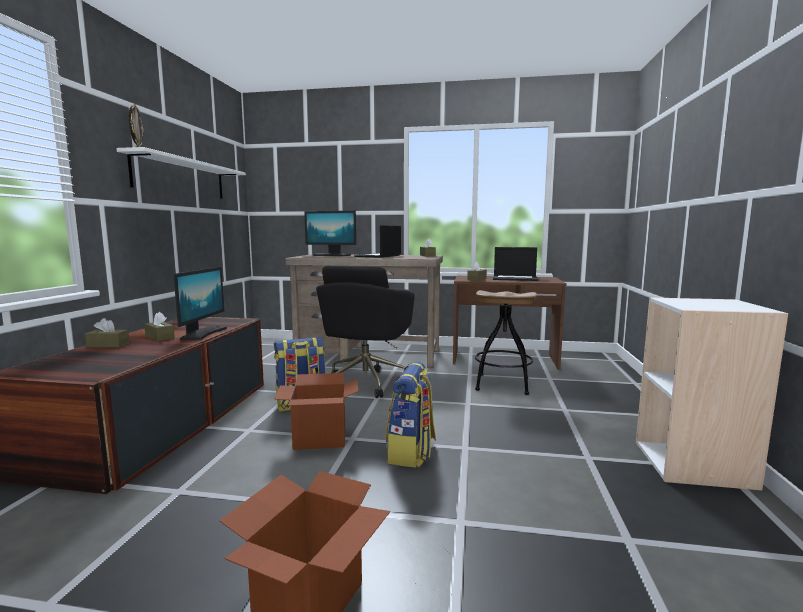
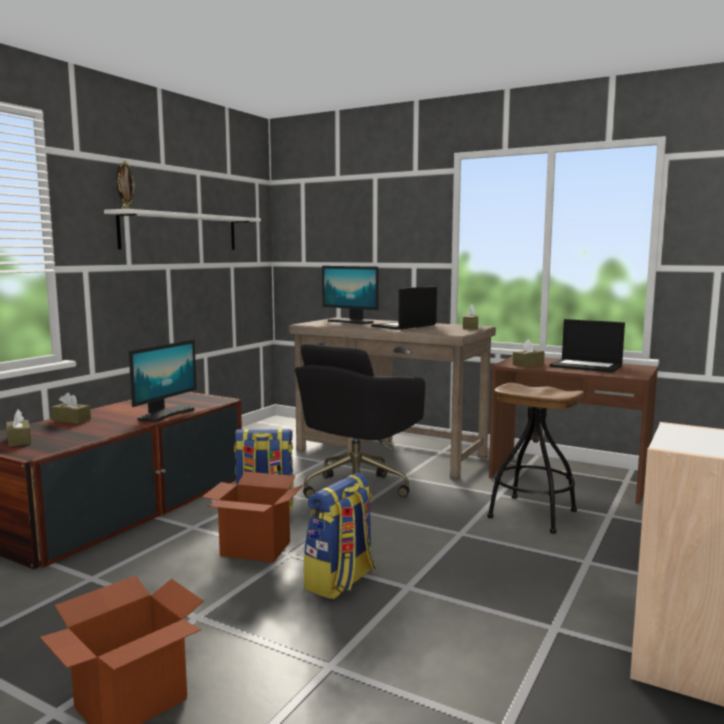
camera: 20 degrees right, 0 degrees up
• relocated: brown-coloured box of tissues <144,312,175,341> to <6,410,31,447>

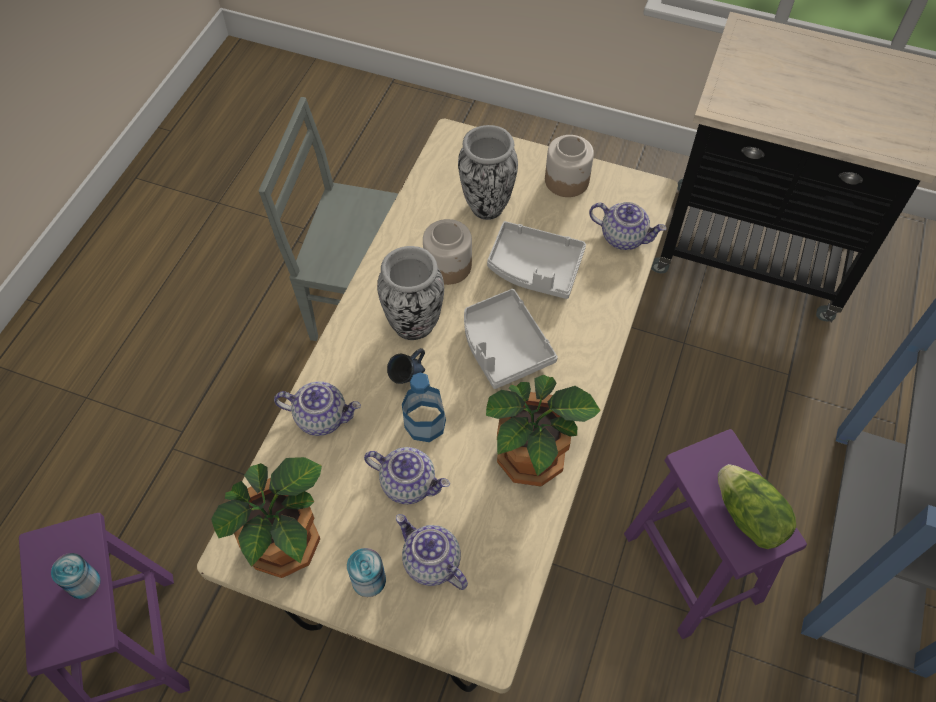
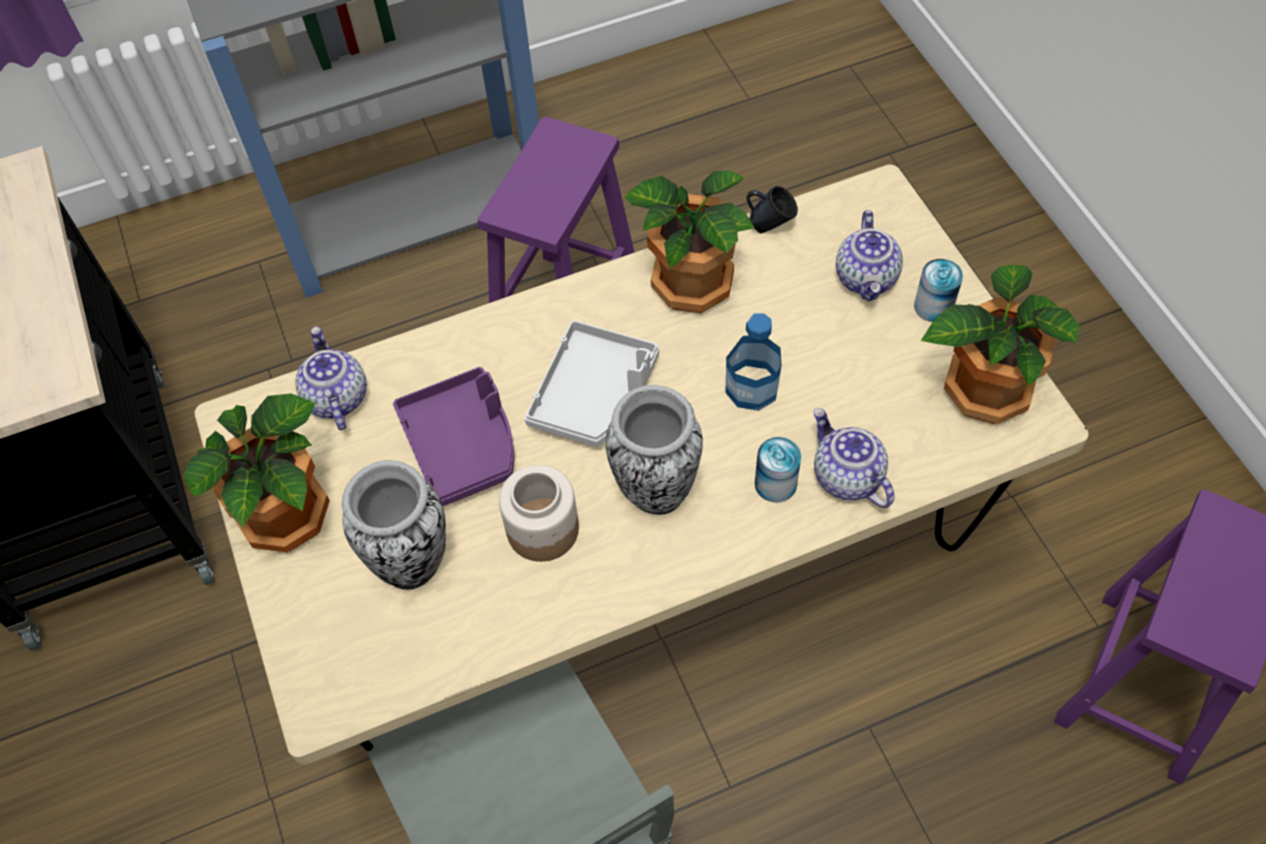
camera: 130 degrees left, 0 degrees up
• missing: teapot <364,447,450,504>
• missing: lettuce <718,464,796,549>
• relocated: can <51,553,101,599> to <755,437,801,503>
• relocated: bluish mug <387,348,425,384> to <746,186,798,233>
• exchanged: preserve jar <545,135,594,197> to potted plant <183,394,330,552>
• colour: gray carrying tray <487,221,586,299> to purple carrying tray <393,367,514,506>

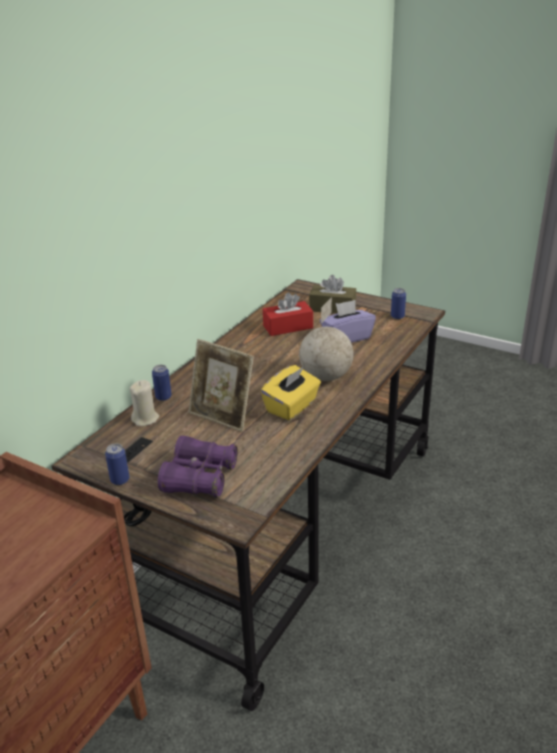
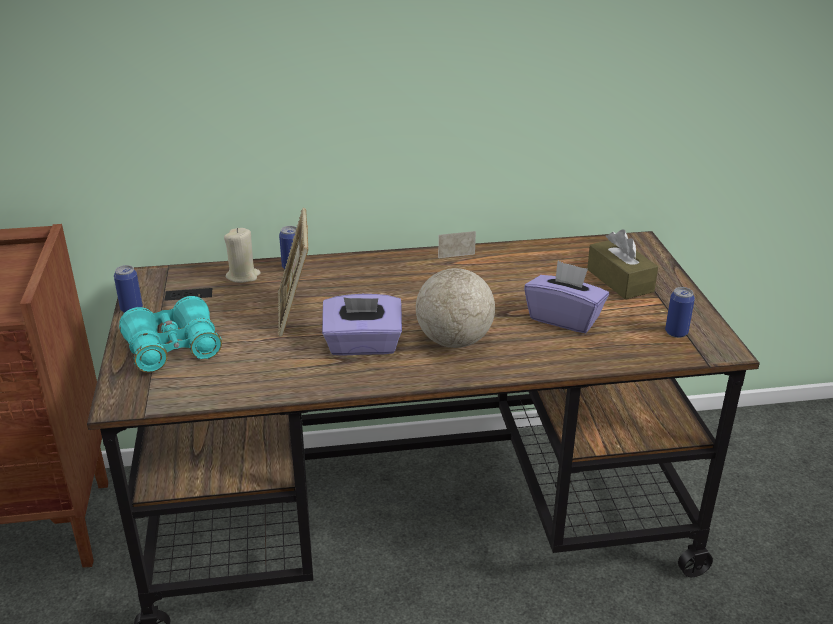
camera: 50 degrees right, 0 degrees up
• missing: reddish box of tissues <263,293,313,336>
• colour: purple binoculars <158,436,238,498> to blue-green binoculars <119,296,222,372>
• colour: yellow box of tissues <261,365,321,420> to purple box of tissues <322,294,402,356>

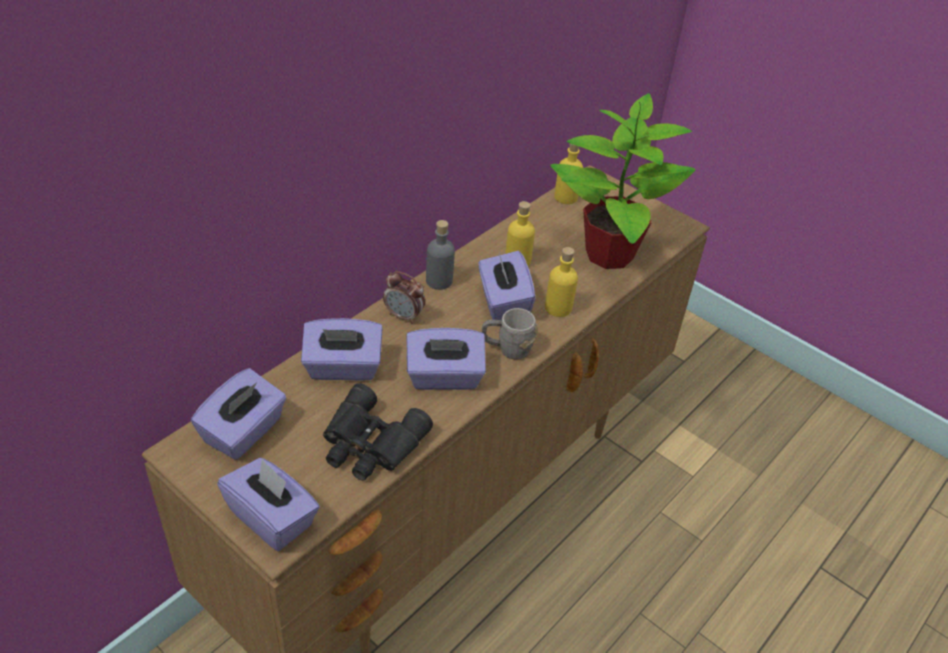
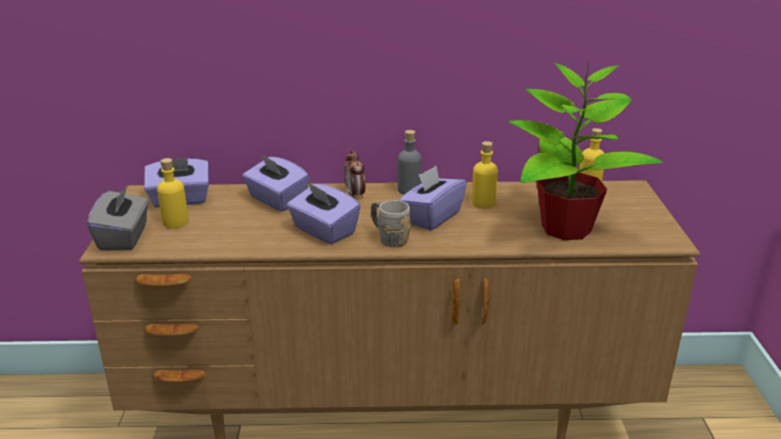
camera: 50 degrees right, 15 degrees down
• missing: black binoculars <323,383,433,481>
• relocated: yellow bottle <545,247,578,317> to <157,158,189,229>
• colour: purple box of tissues <217,458,320,551> to gray box of tissues <87,184,149,251>

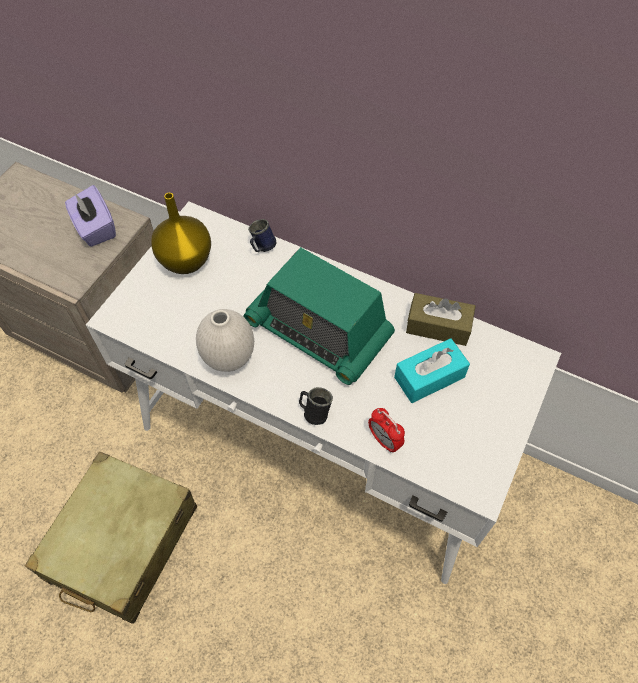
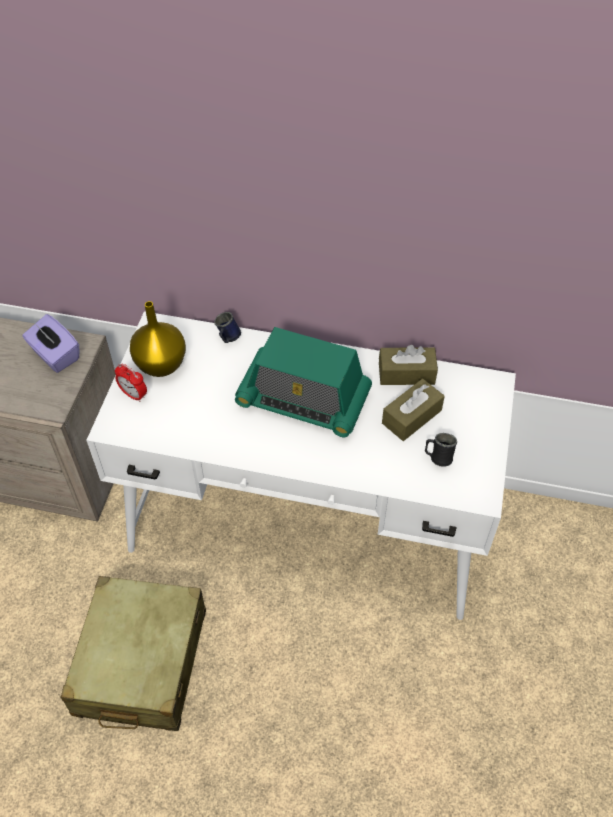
camera: 15 degrees left, 5 degrees down
• missing: white-coloured decorative vase <196,309,254,372>
• relocated: black mug <299,387,333,425> to <425,433,457,467>
• relocated: table clock <368,408,405,453> to <115,364,147,402>
• colour: blue-green box of tissues <394,338,470,403> to brown-coloured box of tissues <382,379,445,441>

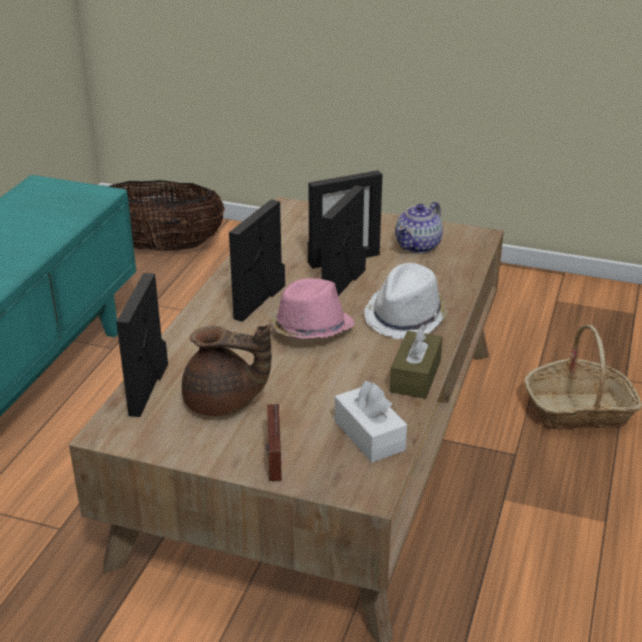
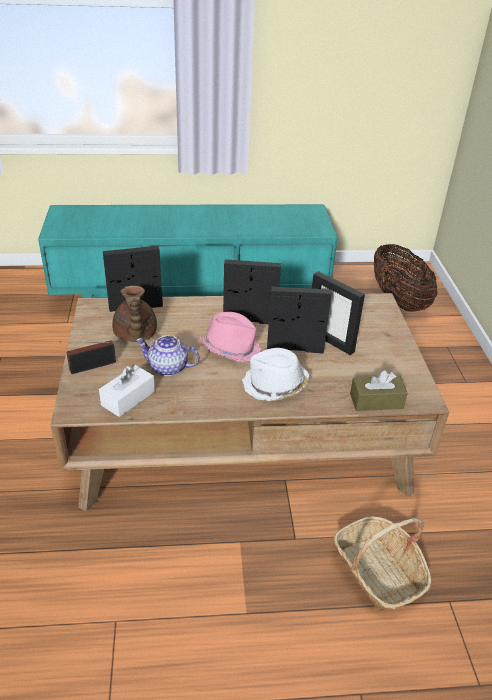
camera: 65 degrees right, 5 degrees up
• relocated: brown-coloured box of tissues <390,325,443,399> to <350,370,408,411>
• relocated: teapot <395,202,443,253> to <136,336,200,376>

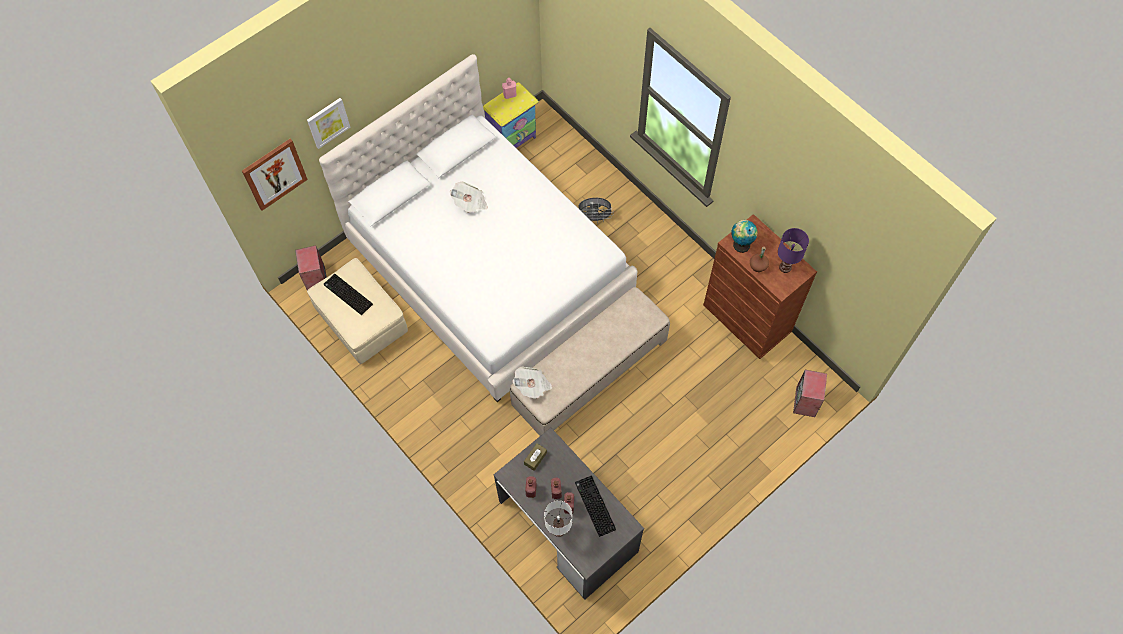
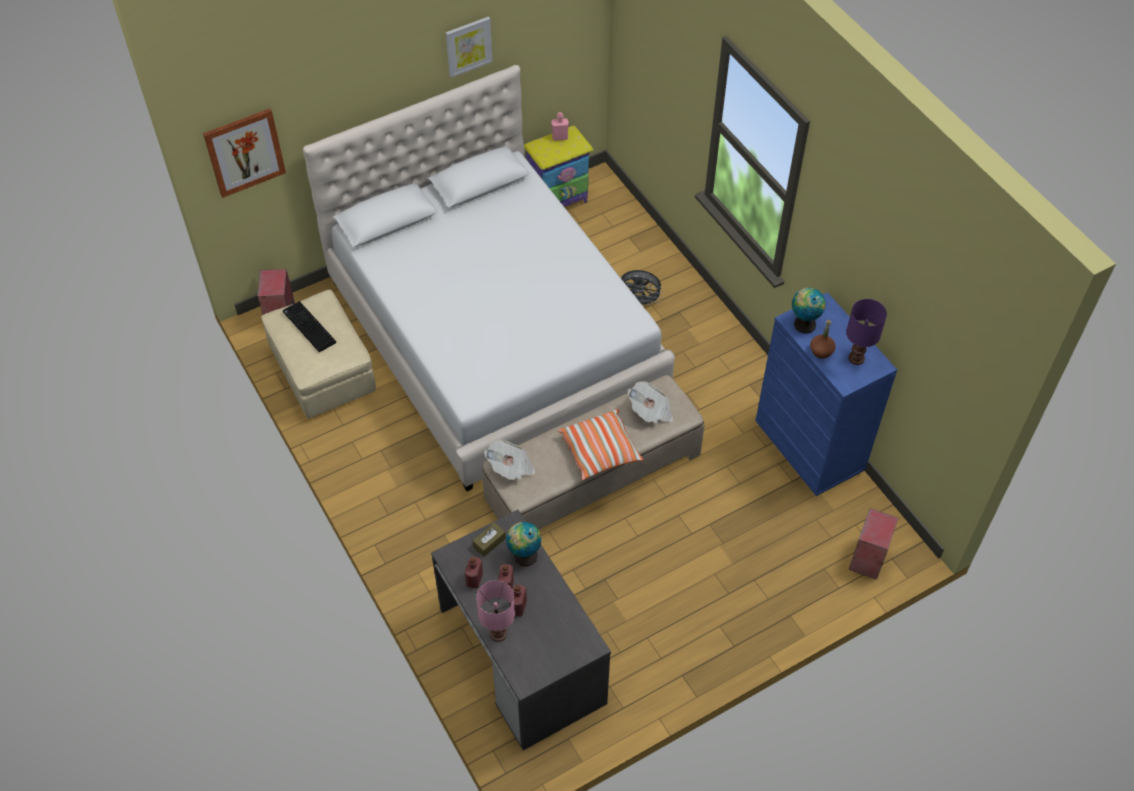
camera: 10 degrees right, 10 degrees down
• missing: computer keyboard <575,476,616,537>
• appeared: world globe <506,522,541,566>
• appeared: cushion <558,409,643,480>
• relocated: wall art <307,98,350,149> to <446,17,493,78>
• relocated: newspaper <450,182,488,213> to <628,381,673,424>
• colour: white-coloured table lamp <544,500,572,537> to pink-coloured table lamp <476,580,515,642>
• colour: brown-coloured dresser <703,214,817,359> to bluish dresser <755,292,897,496>

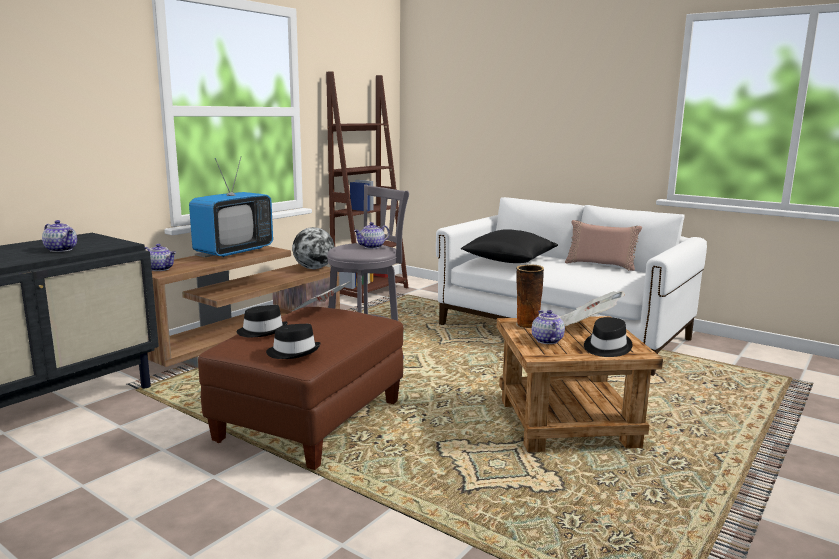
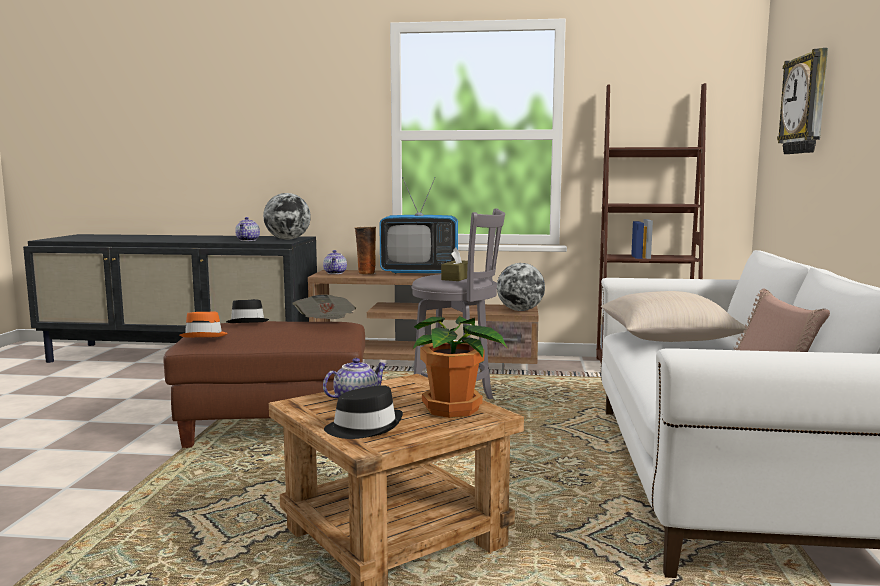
camera: 60 degrees right, 5 degrees down
• appeared: world globe <263,193,311,240>
• appeared: wall clock <777,48,828,154>
• relocated: decorative vase <516,264,544,329> to <355,227,376,275>
• exchanged: teapot <354,222,390,249> to brown-coloured box of tissues <441,248,468,281>
• exchanged: newspaper <559,291,625,326> to potted plant <412,316,508,418>
• colour: black wearable hat <266,324,321,359> to orange wearable hat <180,311,228,337>
• colour: black cushion <461,229,558,263> to beige cushion <601,291,746,342>

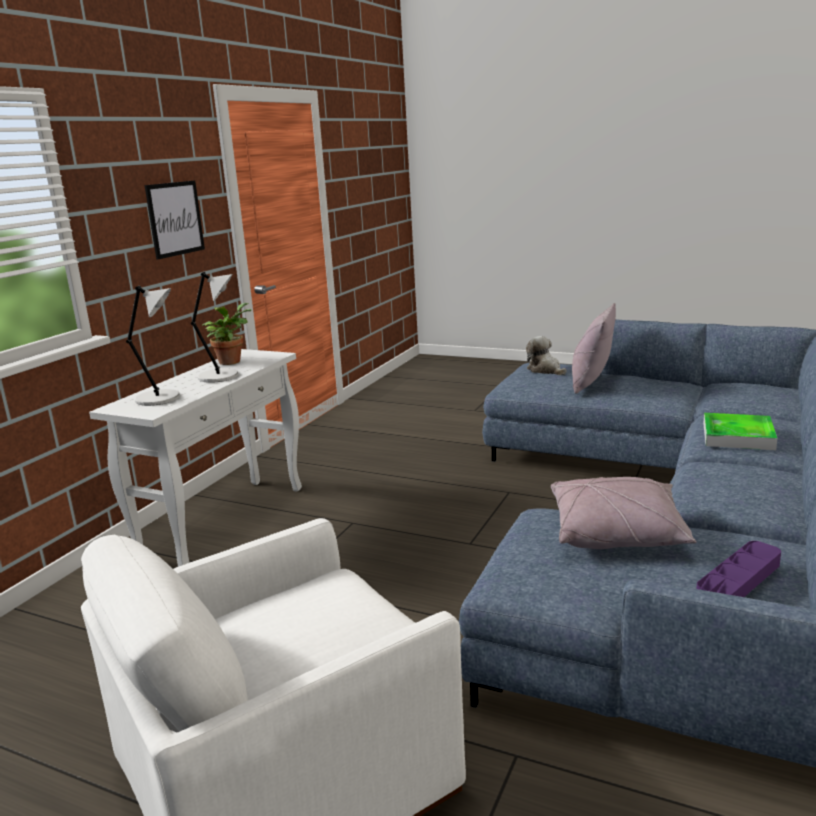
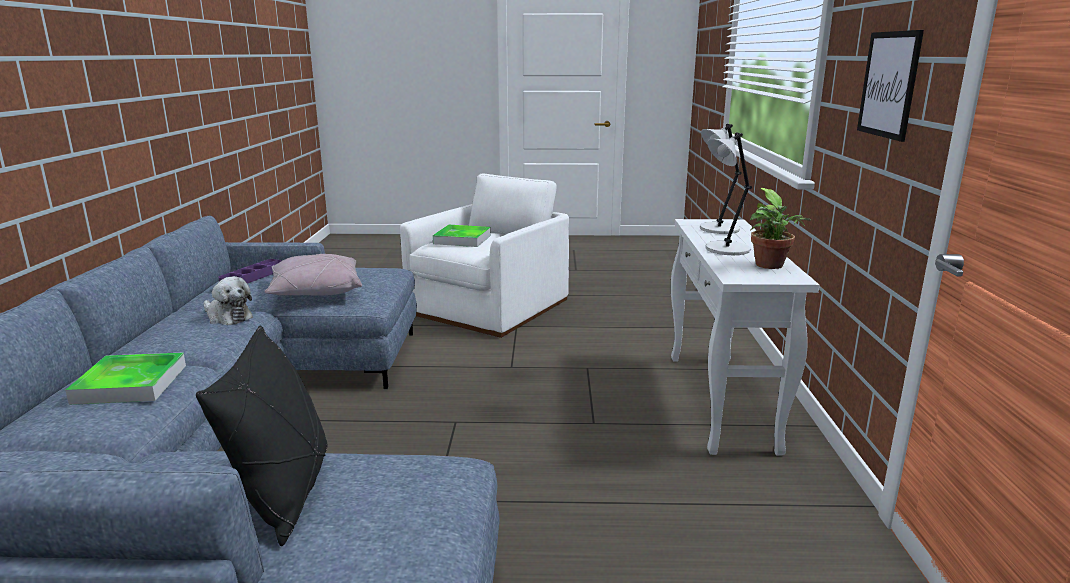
camera: 155 degrees right, 0 degrees up
• appeared: carrying tray <433,225,491,247>
• relocated: soft toy <526,336,566,375> to <204,276,253,325>
• colour: purple cushion <572,303,616,394> to black cushion <196,325,327,546>

